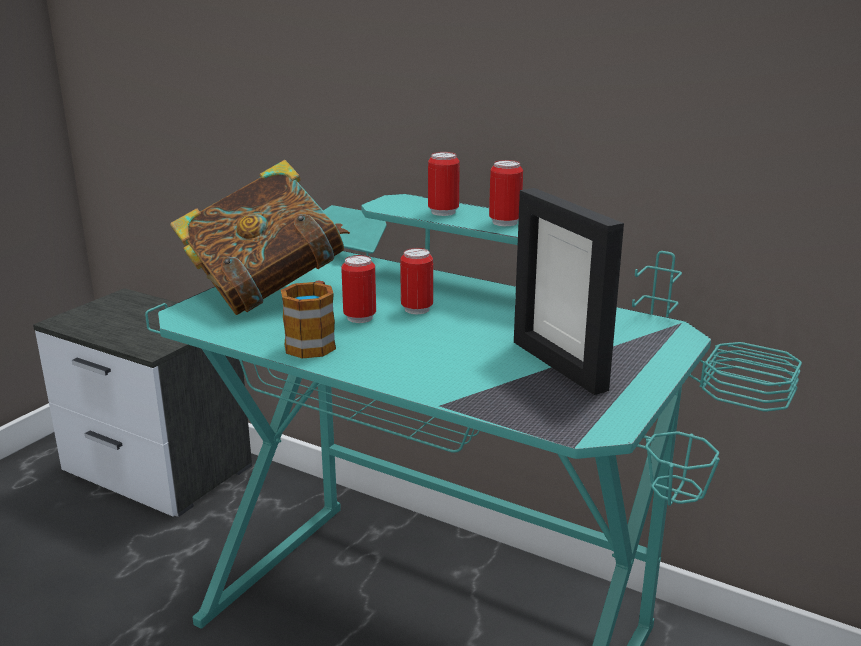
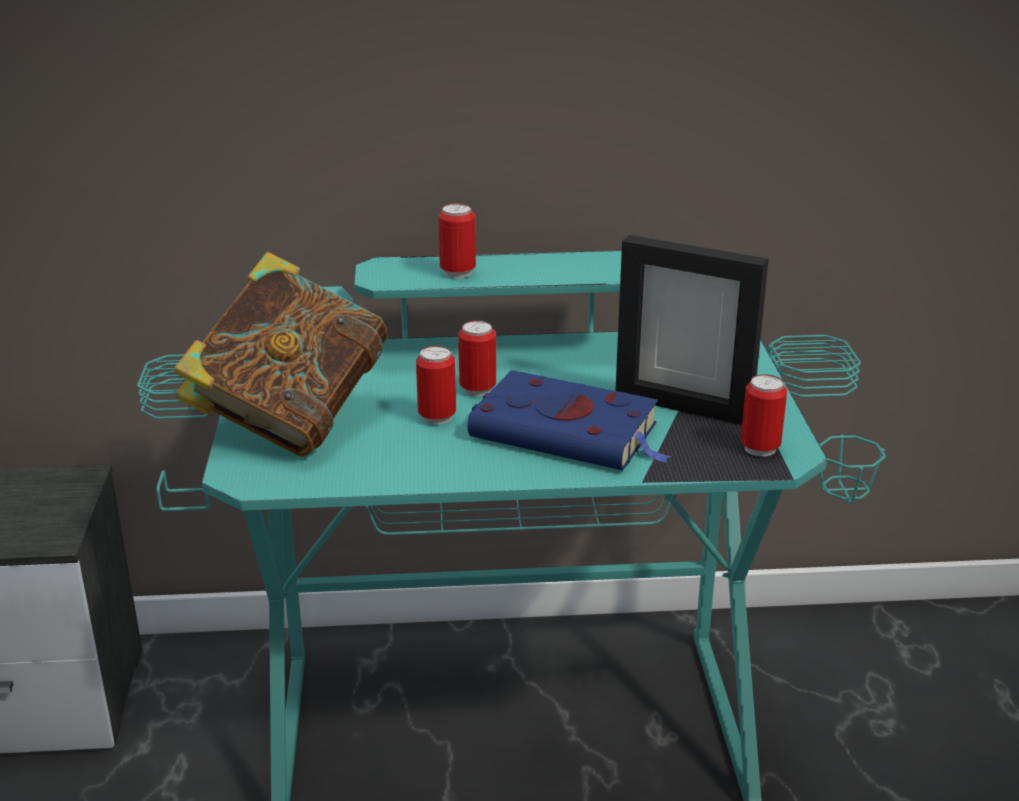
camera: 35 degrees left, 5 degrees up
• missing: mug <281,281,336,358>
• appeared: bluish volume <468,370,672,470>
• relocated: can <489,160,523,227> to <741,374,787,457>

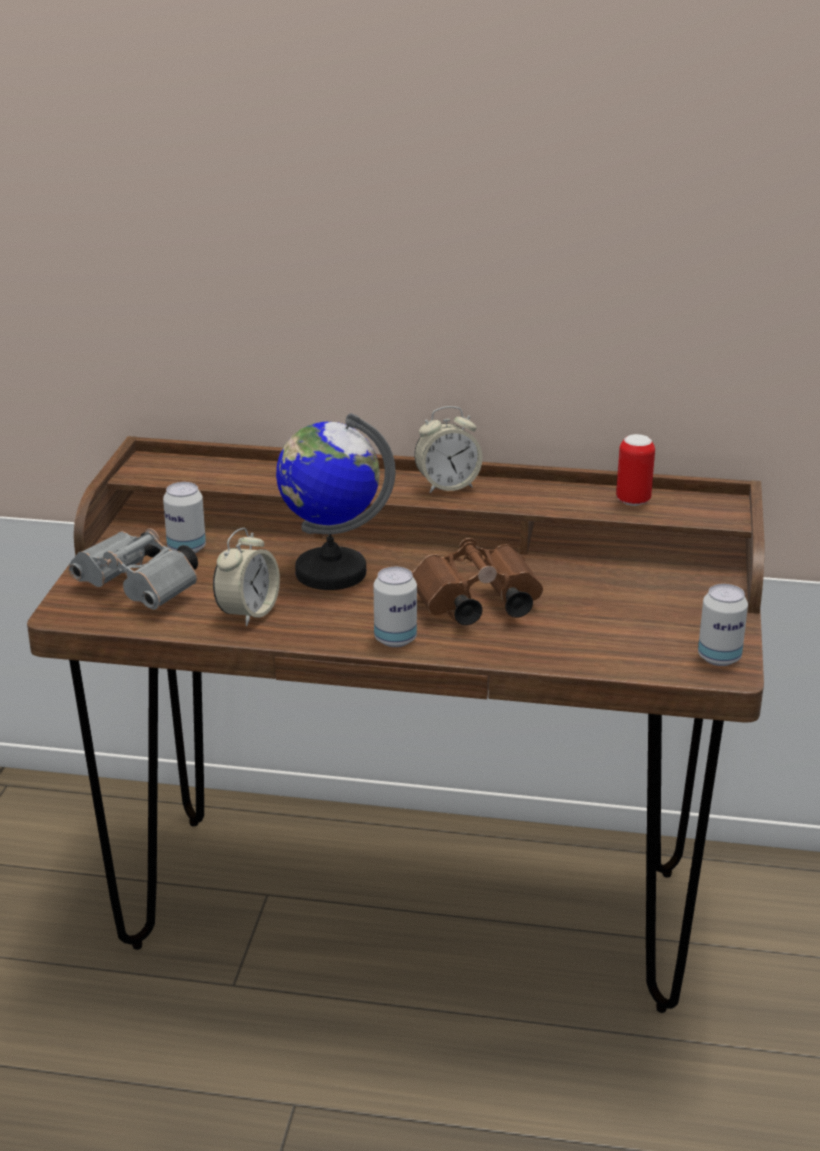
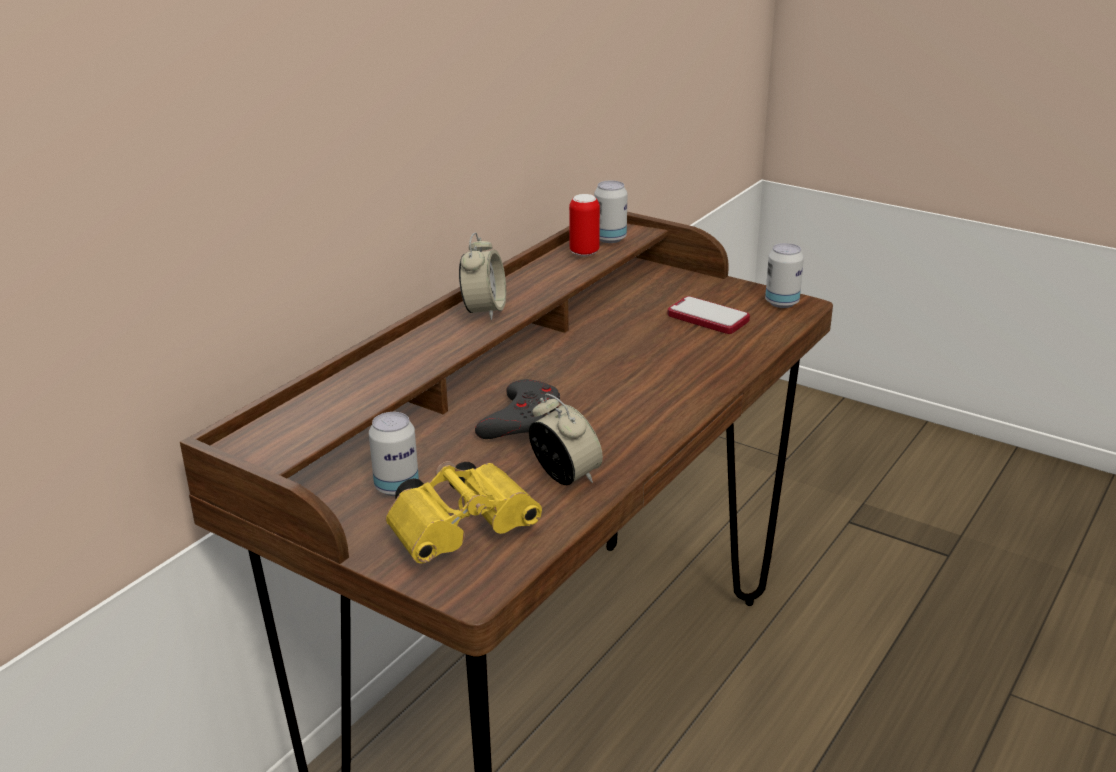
camera: 65 degrees left, 0 degrees up
• missing: brown-coloured binoculars <412,538,543,625>
• appeared: handset <668,296,750,334>
• relocated: can <374,567,417,647> to <594,181,627,243>
• exchanged: world globe <276,413,396,590> to gray joypad <475,379,560,439>
• colour: gray binoculars <69,528,198,610> to yellow binoculars <386,461,542,563>

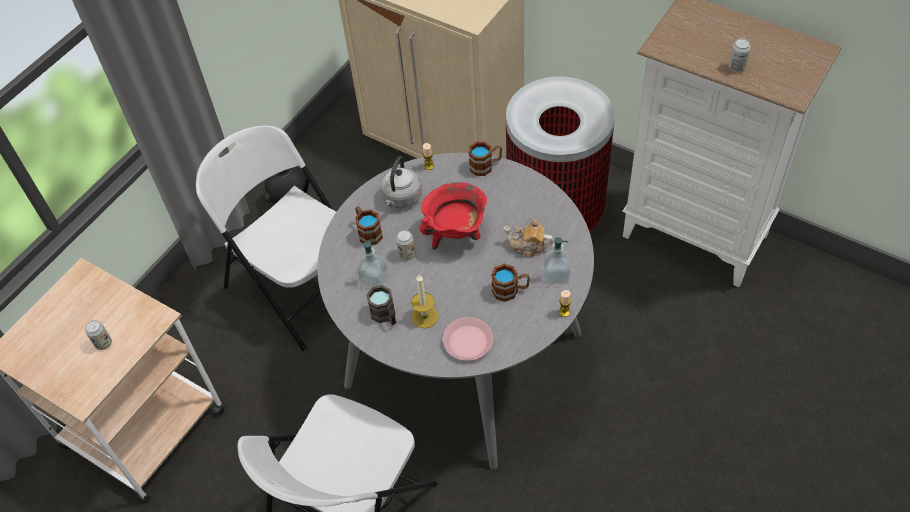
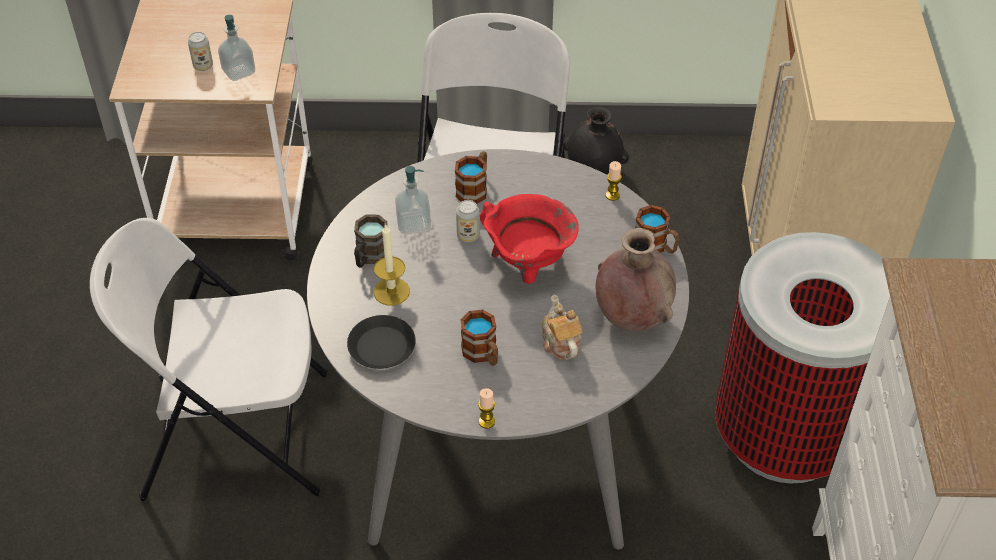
camera: 55 degrees right, 5 degrees down
• missing: gray tea kettle <380,156,422,208>
• missing: can <728,38,751,72>
• appeared: brown-coloured decorative vase <596,228,676,331>
• relocated: soap bottle <543,237,571,284> to <218,15,255,81>
• colour: pink-coloured plate <443,317,493,361> to black plate <347,315,416,369>

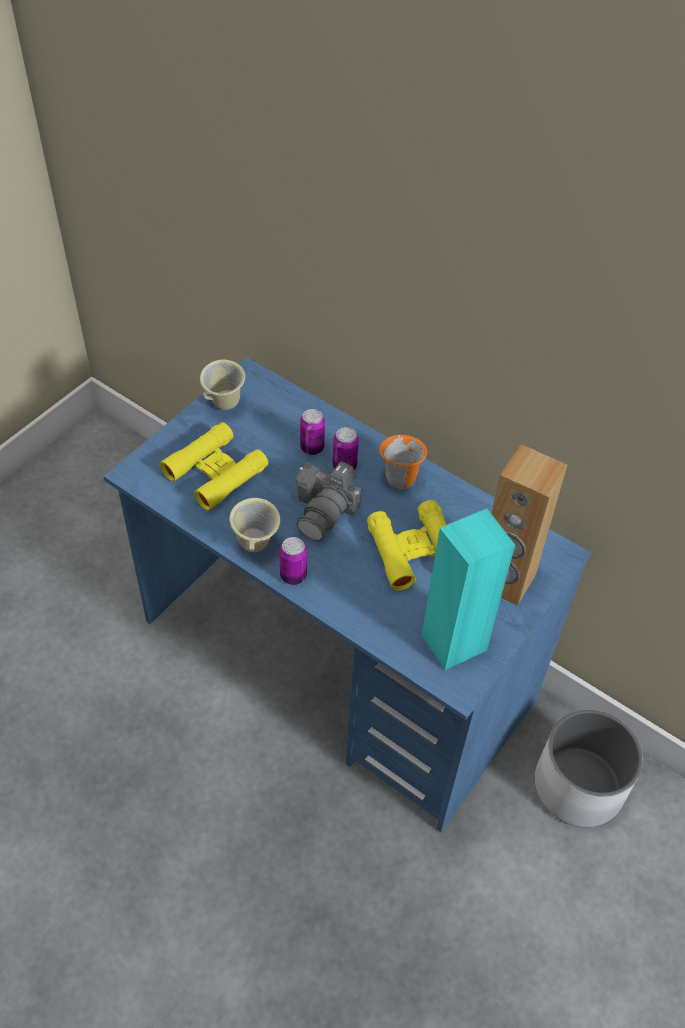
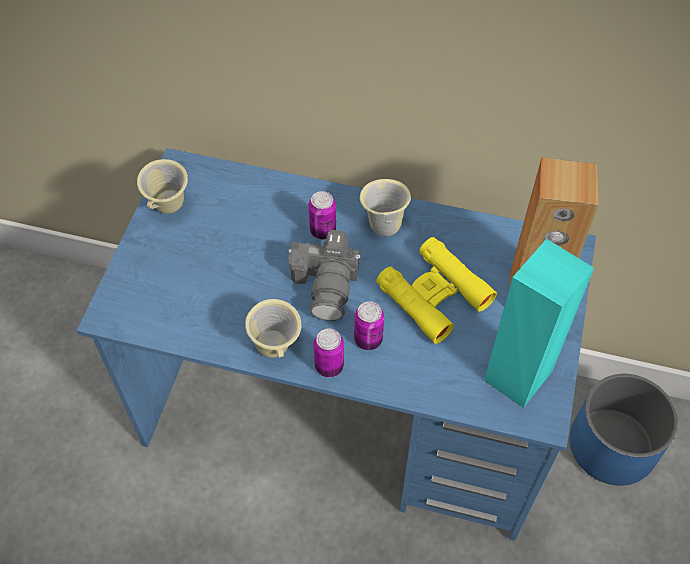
camera: 20 degrees left, 5 degrees up
• missing: yellow binoculars <160,422,268,511>
• relocated: can <300,409,325,455> to <354,301,384,350>
• colour: orange mug <379,435,427,489> to beige mug <360,179,411,236>
• colour: white-coloured planter <535,710,643,827> to bluish planter <570,374,678,486>

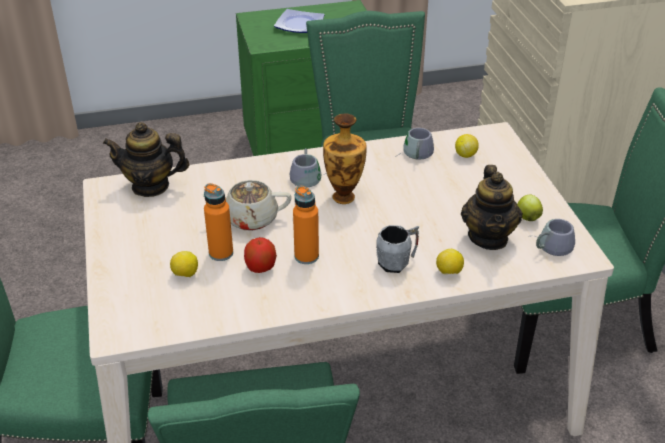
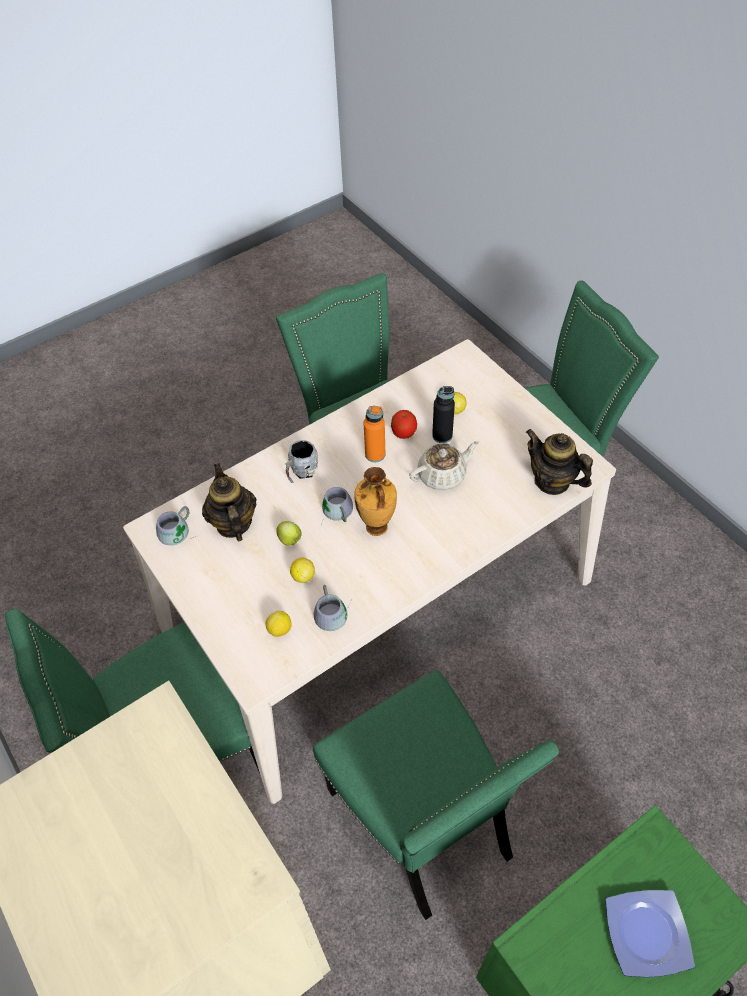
camera: 160 degrees right, 15 degrees up
• relocated: gray mug <290,148,326,187> to <321,487,353,525>
• relocated: lemon <436,249,464,274> to <290,557,315,583>
• relocated: apple <517,194,543,221> to <276,521,302,546>
• colour: orange bottle <204,183,233,261> to black bottle <432,386,455,443>
• spun: teapot <103,122,190,197> = <526,429,593,495> 120 degrees counterclockwise

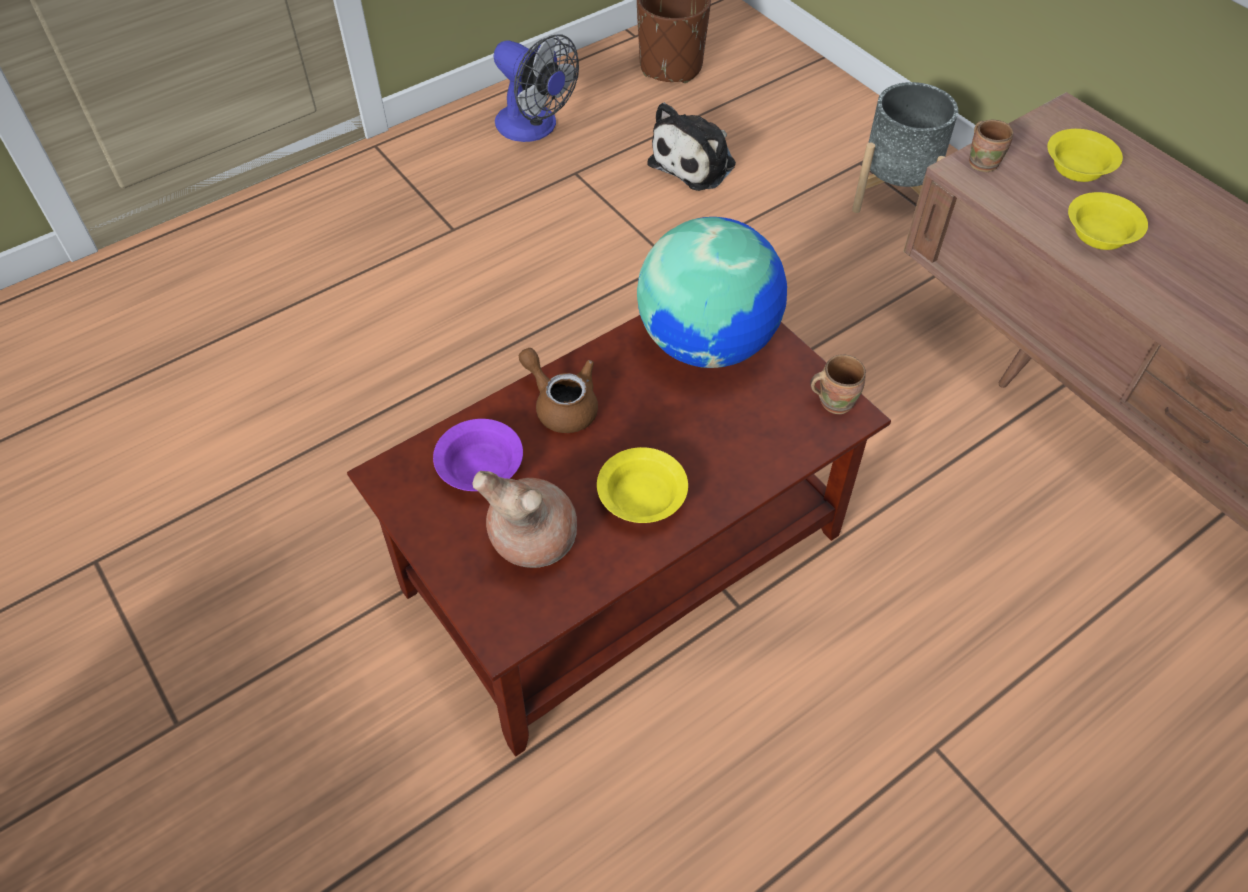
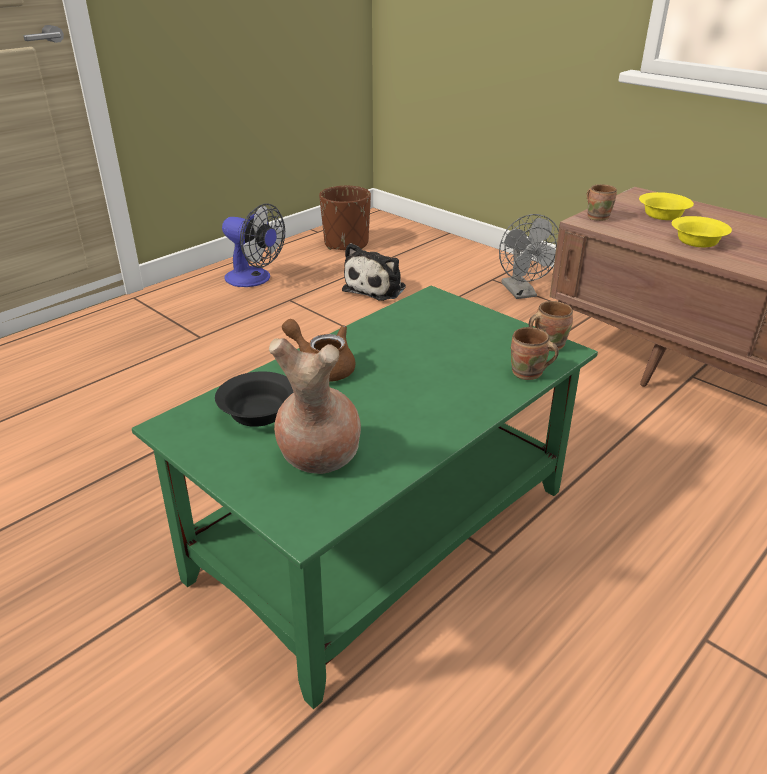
camera: 10 degrees left, 20 degrees down
• missing: yellow deep dish <597,447,688,523>
• missing: world globe <637,217,787,368>
• appeared: brown-coloured mug <511,327,559,380>
• exchanged: gray planter <852,82,958,213> to gray cooling fan <499,214,559,299>
• colour: brown-coloured coffee table <347,315,891,756> to green-coloured coffee table <132,286,598,709>
• colour: purple deep dish <433,419,523,491> to black deep dish <215,371,294,427>

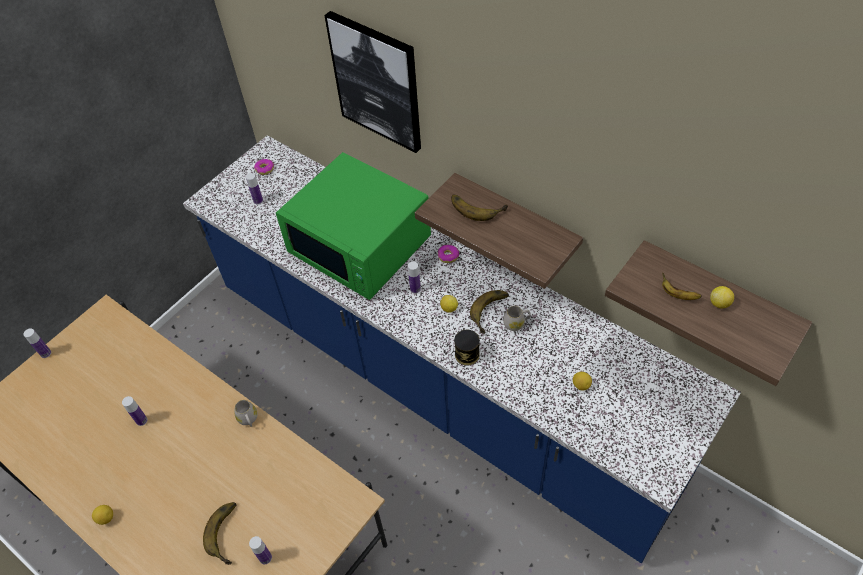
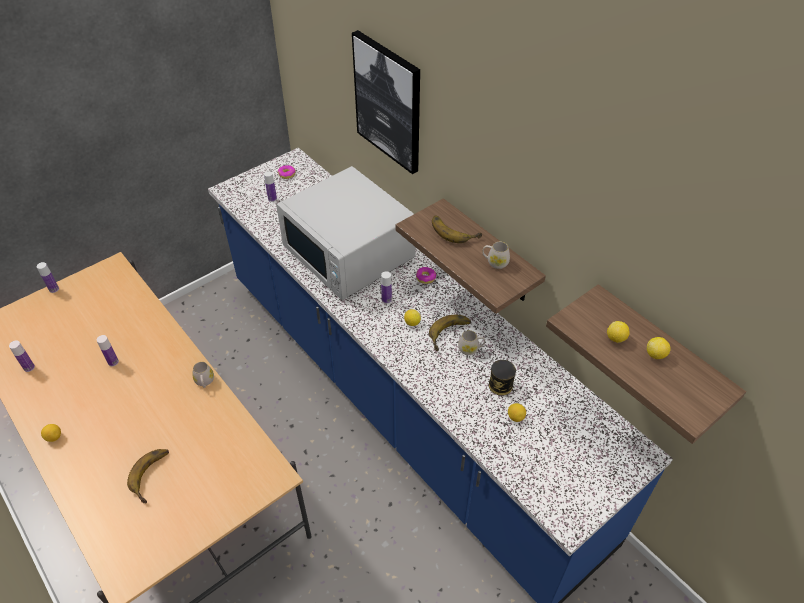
camera: 10 degrees right, 5 degrees down
• appeared: white-coloured mug <482,242,510,269>
• relocated: bottle <249,536,272,564> to <9,341,35,372>
• relocated: can <454,330,480,366> to <489,360,516,396>
• exchanged: banana fruit <662,273,702,300> to lemon <607,321,630,343>
• colour: green-coloured kitchen microwave <276,152,431,300> to white-coloured kitchen microwave <276,166,416,300>

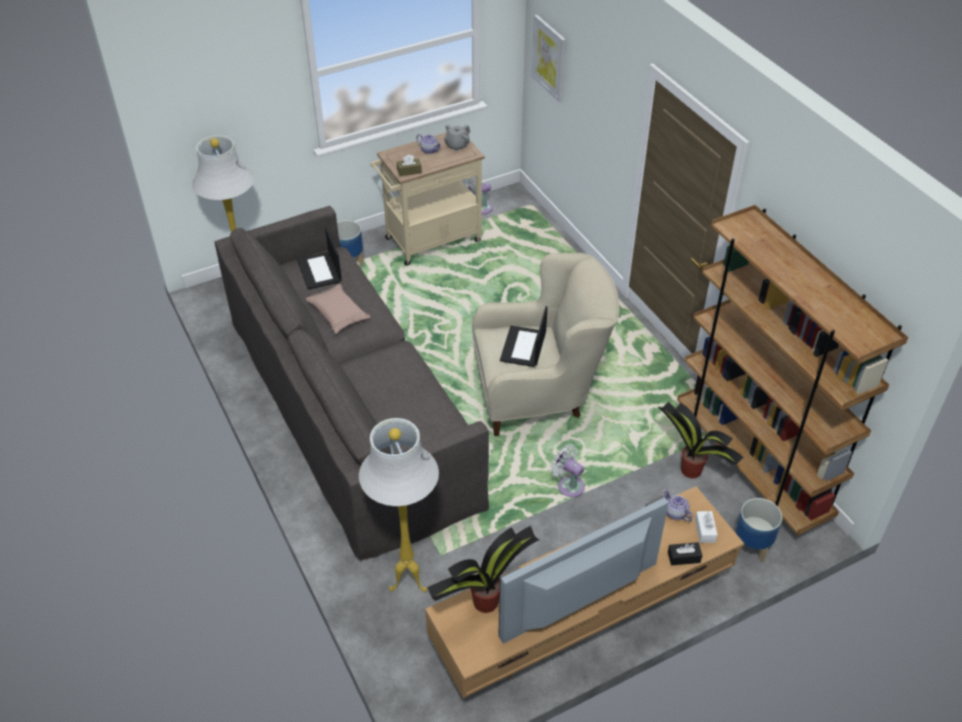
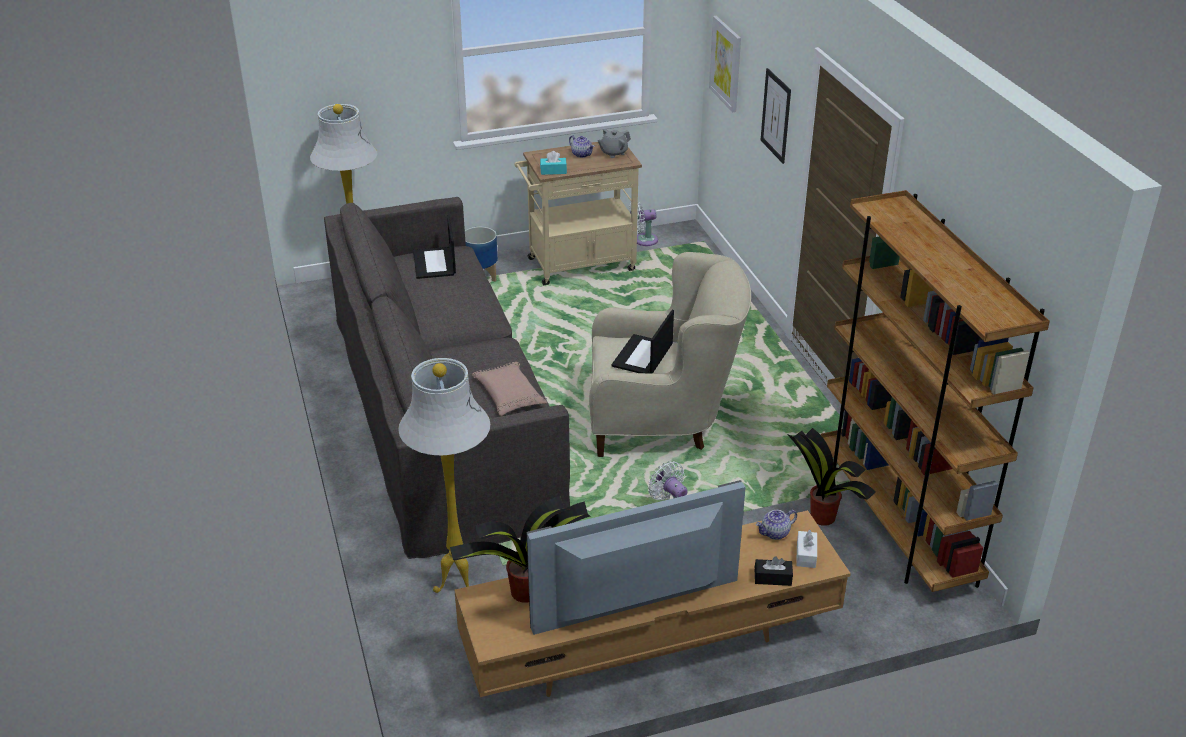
camera: 10 degrees right, 10 degrees down
• missing: planter <736,498,782,562>
• appeared: wall art <761,68,791,164>
• relocated: beige cushion <306,284,371,334> to <472,362,547,416>
• colour: brown-coloured box of tissues <397,155,422,176> to blue-green box of tissues <540,151,567,175>
• spun: teapot <664,489,693,521> = <756,510,797,540> 90 degrees counterclockwise

